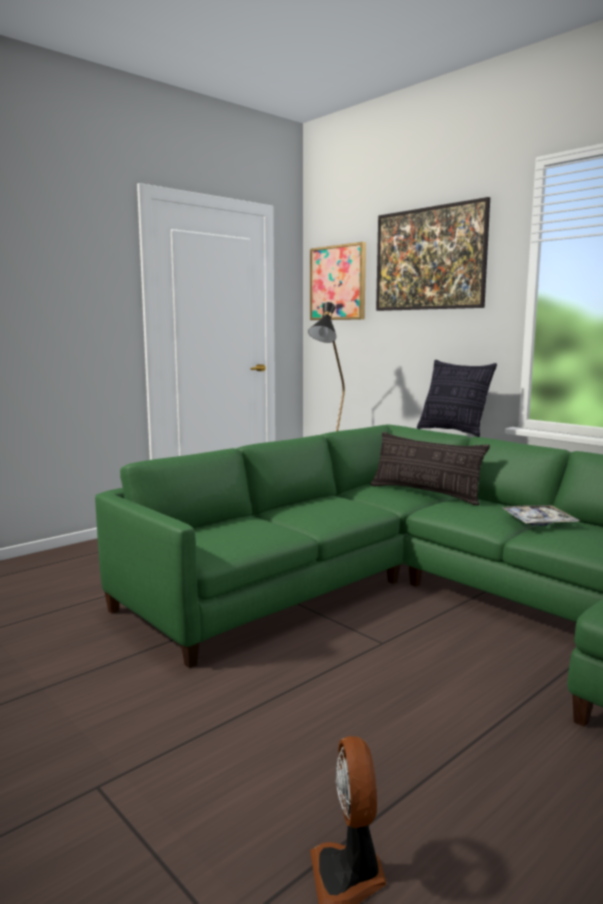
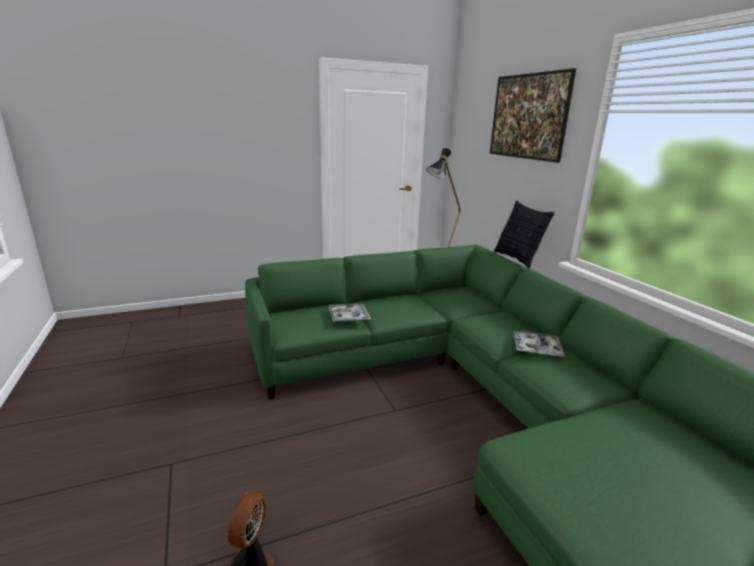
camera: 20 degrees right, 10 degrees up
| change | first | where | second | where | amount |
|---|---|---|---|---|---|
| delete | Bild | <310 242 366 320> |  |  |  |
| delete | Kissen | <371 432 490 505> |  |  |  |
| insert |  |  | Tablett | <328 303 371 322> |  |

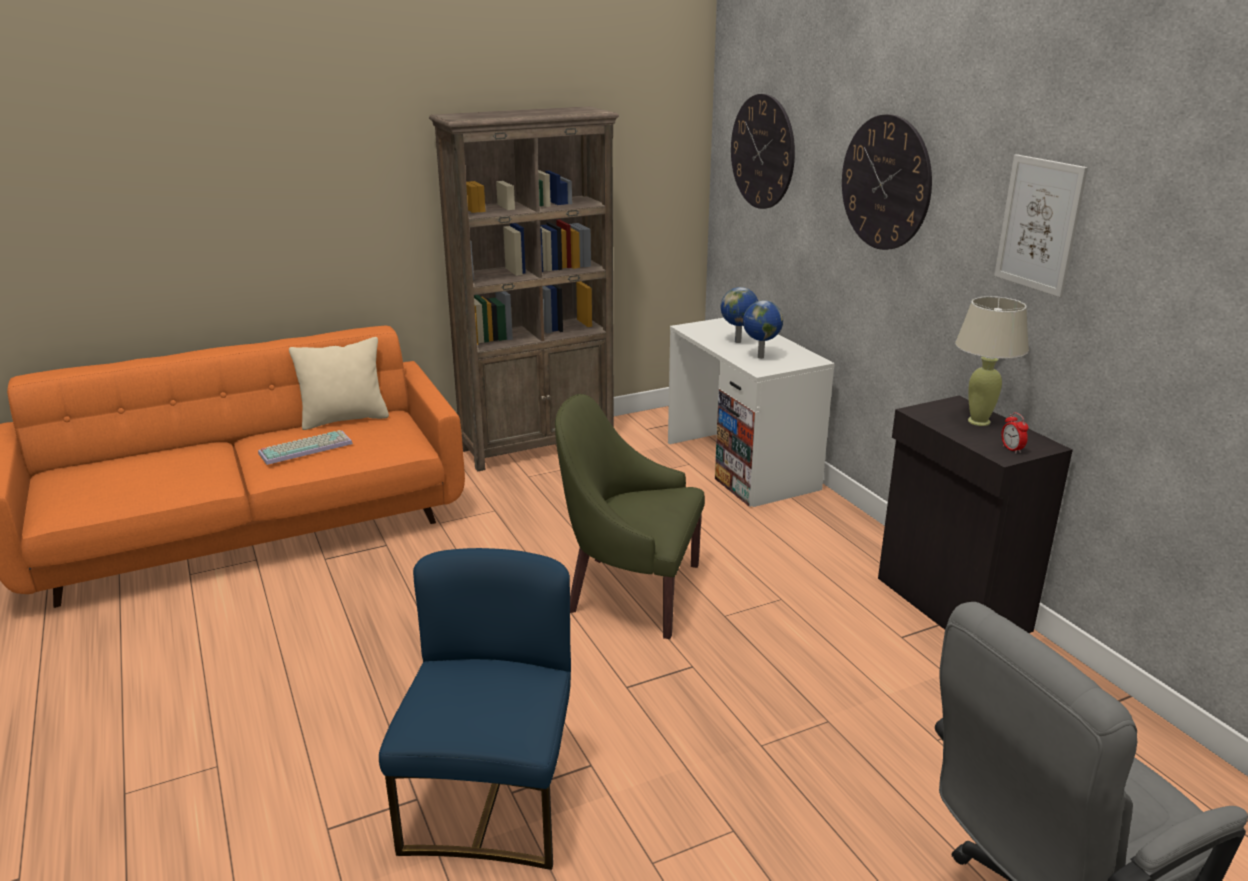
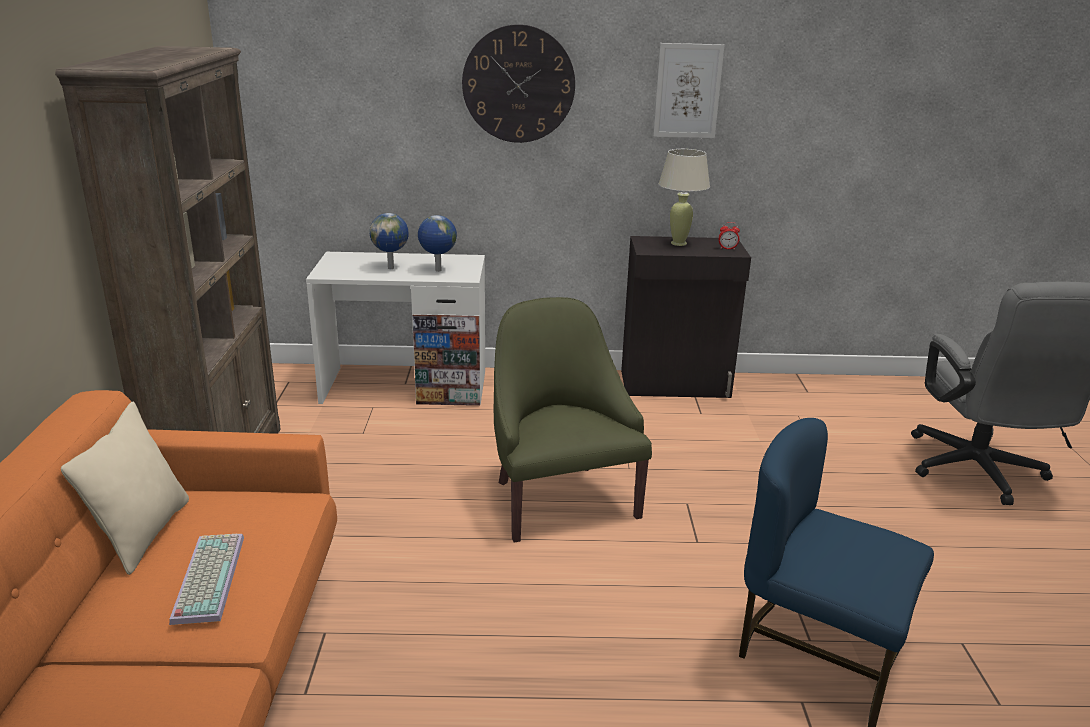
camera: 65 degrees left, 0 degrees up
| change | first | where | second | where | amount |
|---|---|---|---|---|---|
| delete | Wanduhr | <731 94 795 209> |  |  |  |
| rotate | Sessel/grün | <555 394 705 639> |  | <494 297 652 543> | 120 degrees clockwise |

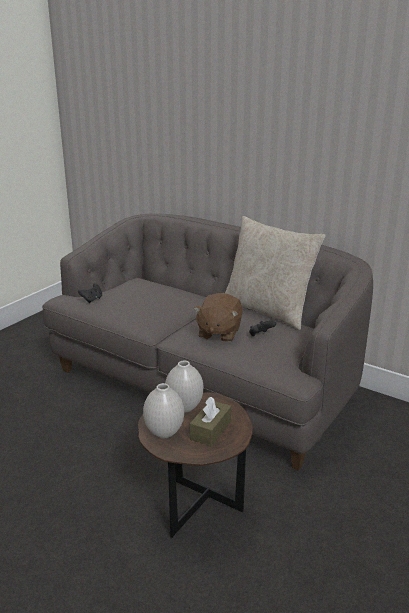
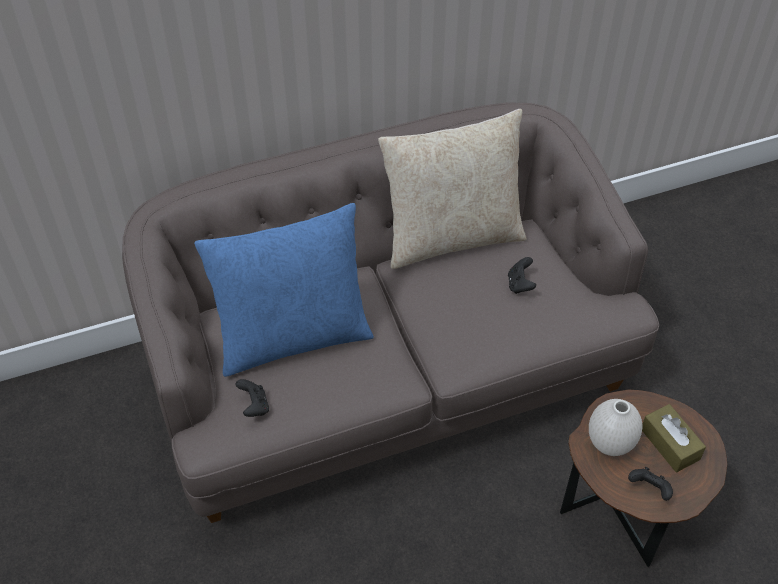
camera: 55 degrees left, 25 degrees up
| change | first | where | second | where | amount |
|---|---|---|---|---|---|
| delete | Plüschtier/braun | <194 293 243 342> |  |  |  |
| replace | Vase/weiß | <143 383 184 438> | Gamepad/schwarz | <628 467 673 501> |  |
| insert |  |  | Kissen/blau | <194 203 374 377> |  |

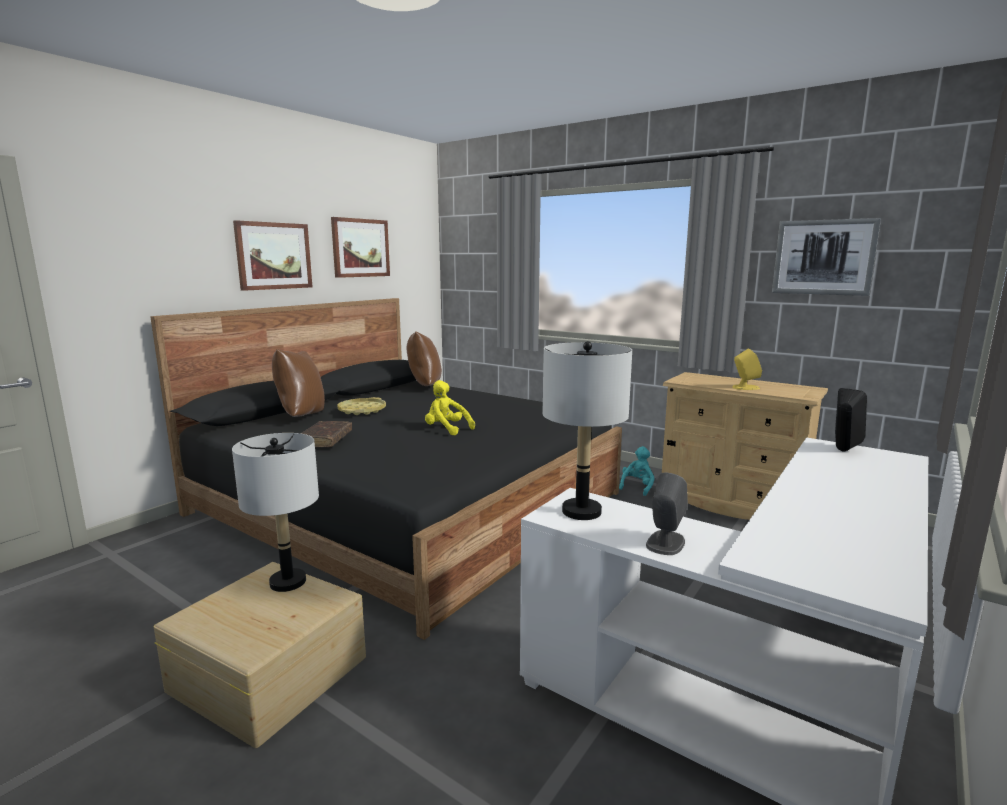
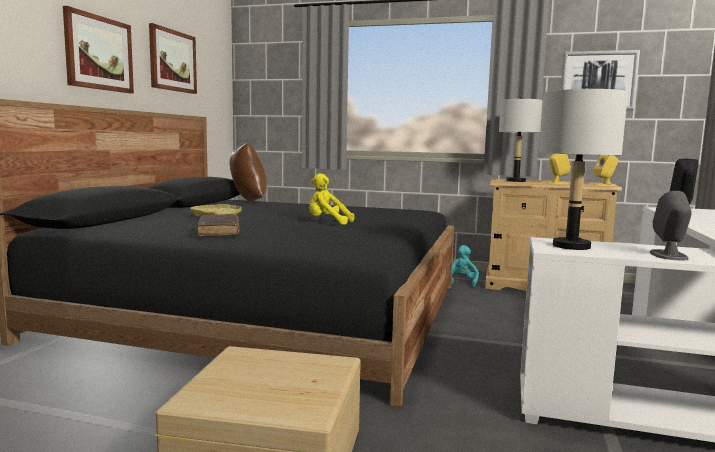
camera: 20 degrees left, 5 degrees down
| change | first | where | second | where | amount |
|---|---|---|---|---|---|
| delete | Kissen/braun | <272 349 325 417> |  |  |  |
| move | Tischlampe/grau | <232 433 319 592> |  | <499 97 543 182> |  |
| insert |  |  | Lautsprecher/gelb | <593 155 618 186> |  |

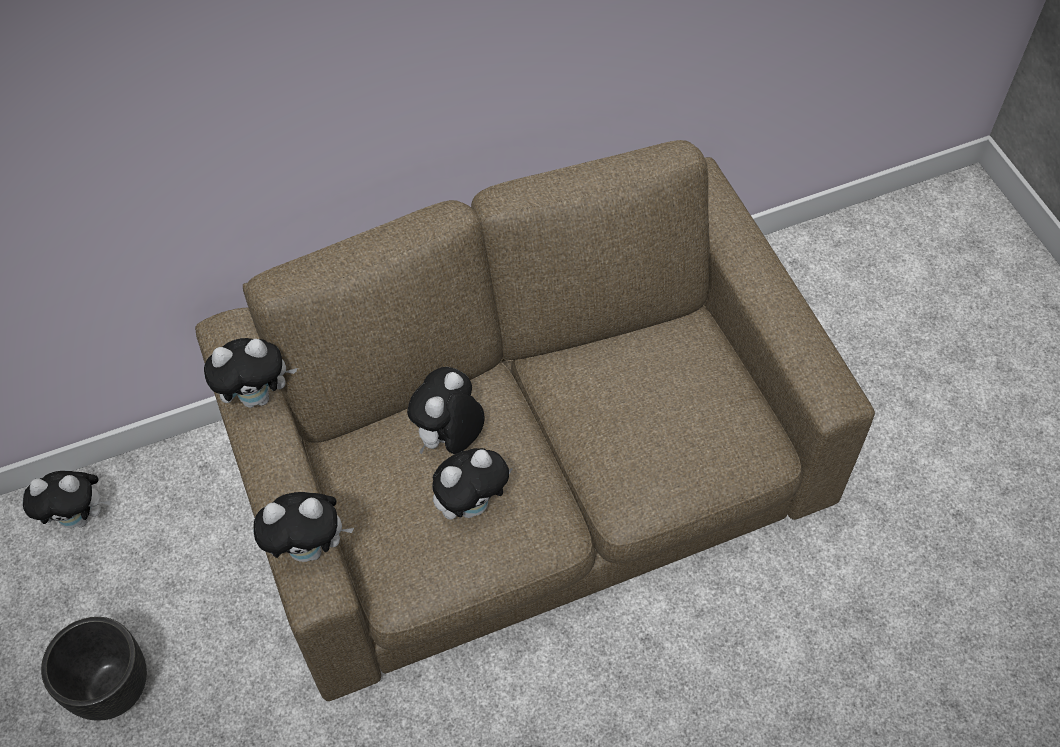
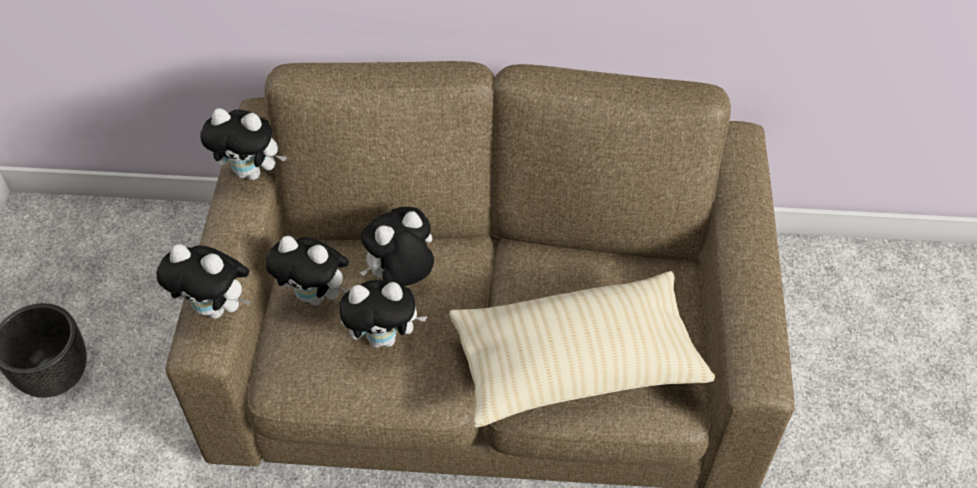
camera: 25 degrees right, 5 degrees down
| change | first | where | second | where | amount |
|---|---|---|---|---|---|
| move | Plüschtier | <23 471 111 528> |  | <266 236 350 306> |  |
| insert |  |  | Kissen/beige | <450 271 715 428> |  |

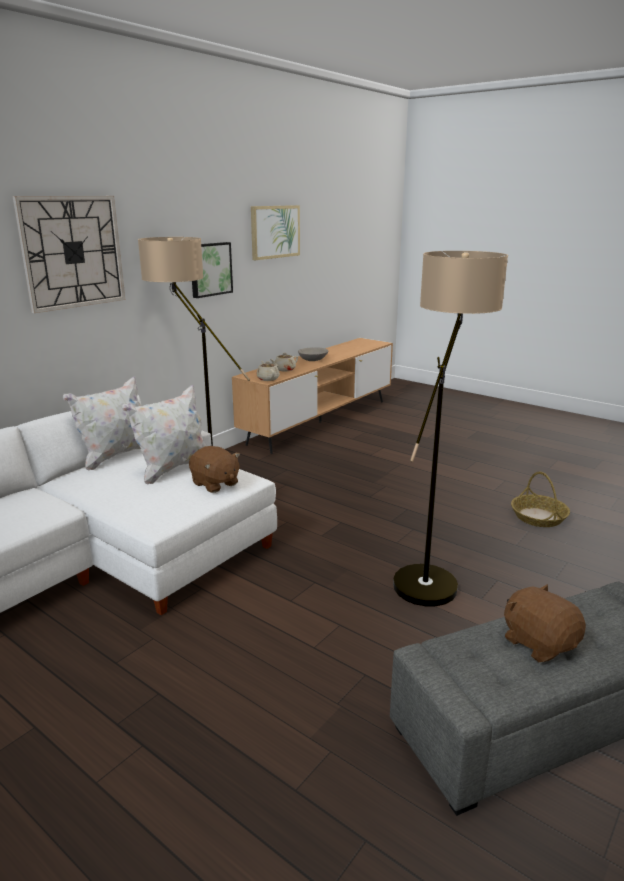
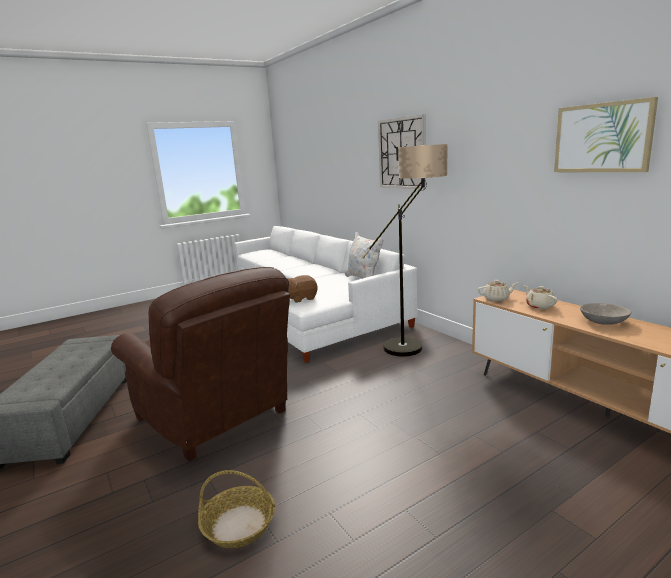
camera: 110 degrees right, 5 degrees down
| change | first | where | second | where | amount |
|---|---|---|---|---|---|
| delete | Bild | <192 242 233 298> |  |  |  |
| replace | Stehlampe | <393 251 508 606> | Sessel/braun | <111 267 290 461> |  |
| delete | Kissen/weiß | <122 385 207 485> |  |  |  |
| delete | Plüschtier/braun | <504 584 586 662> |  |  |  |

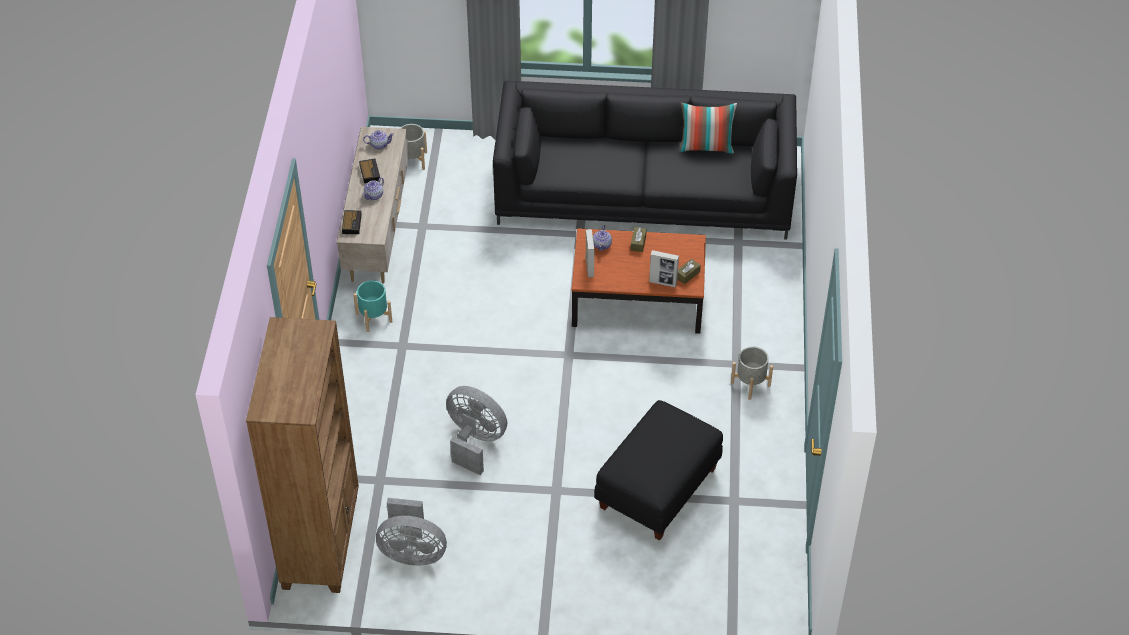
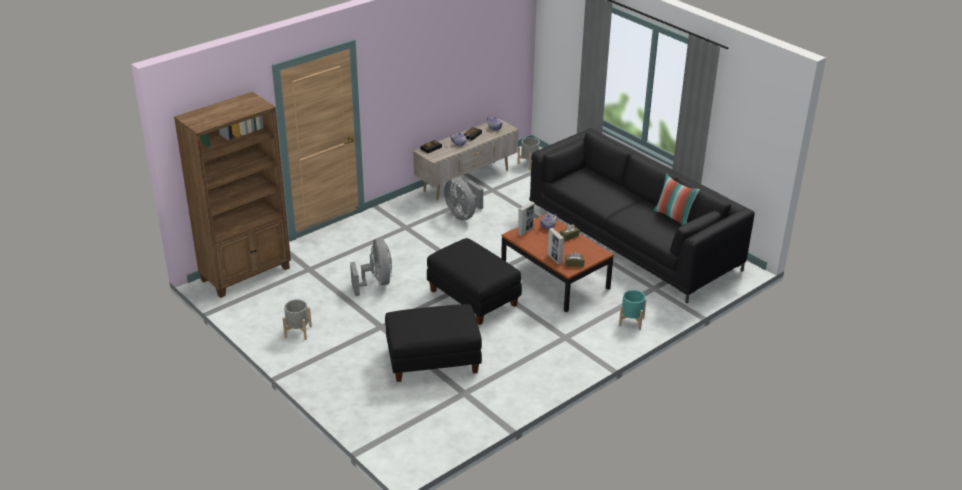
camera: 45 degrees right, 15 degrees down
| change | first | where | second | where | amount |
|---|---|---|---|---|---|
| move | Pflanzkübel/türkis | <353 280 392 332> |  | <619 290 647 330> |  |
| move | Pflanzkübel/grau | <731 346 773 400> |  | <282 299 312 340> |  |
| move | Ventilator/grau | <376 498 447 566> |  | <444 178 483 220> |  |
| insert |  |  | Polsterhocker/schwarz | <427 238 522 325> |  |

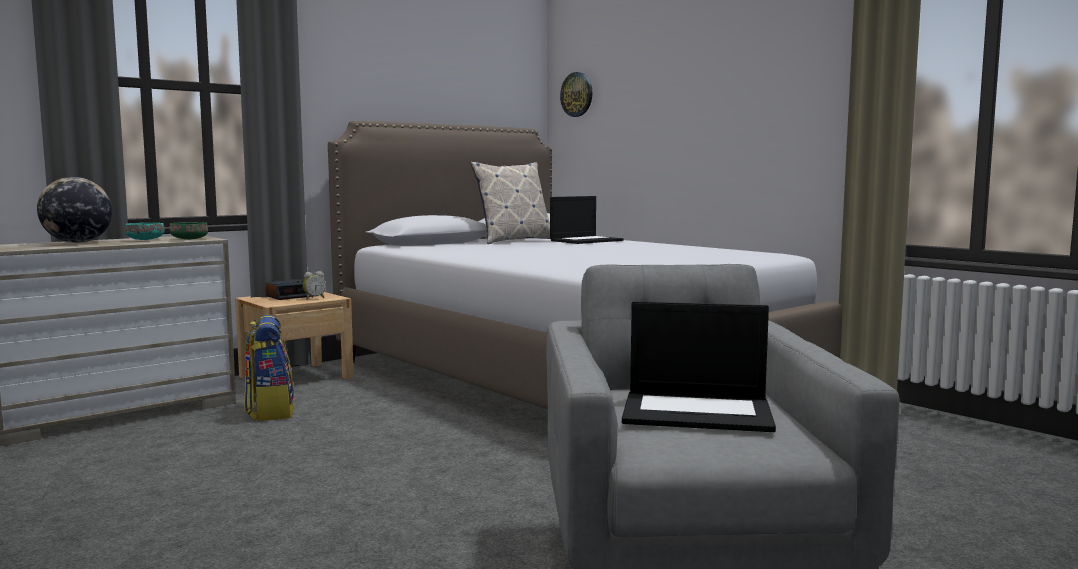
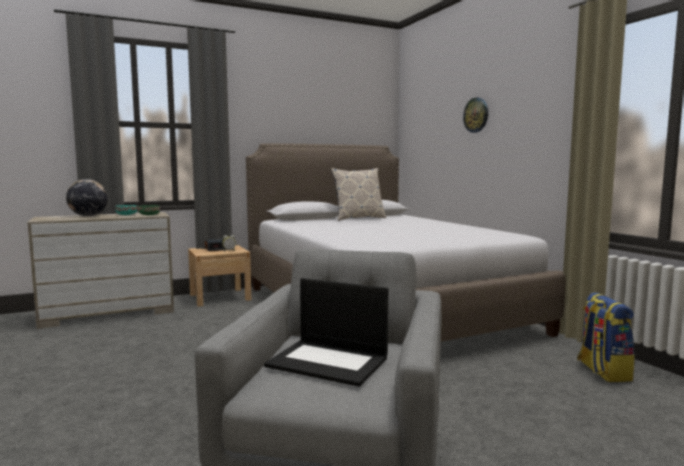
camera: 15 degrees right, 0 degrees up
| change | first | where | second | where | amount |
|---|---|---|---|---|---|
| move | Wanduhr | <560 72 592 117> |  | <463 98 488 133> |  |
| delete | Laptop | <550 196 623 244> |  |  |  |
| move | Rucksack | <244 315 294 421> |  | <577 293 635 382> |  |

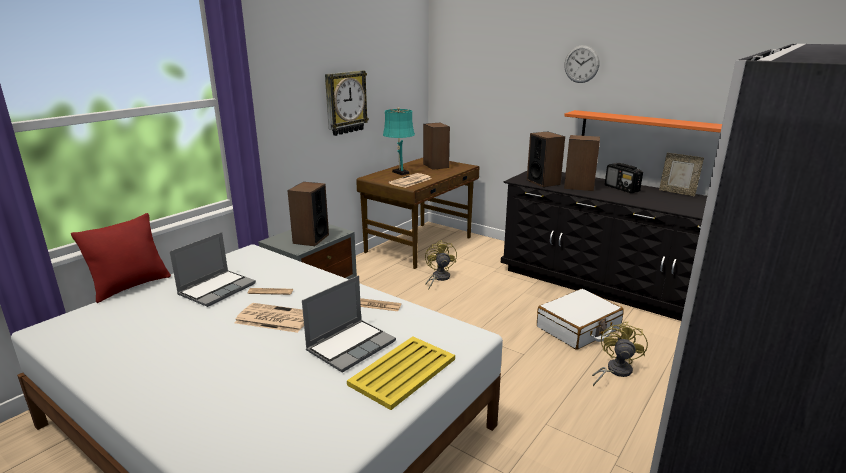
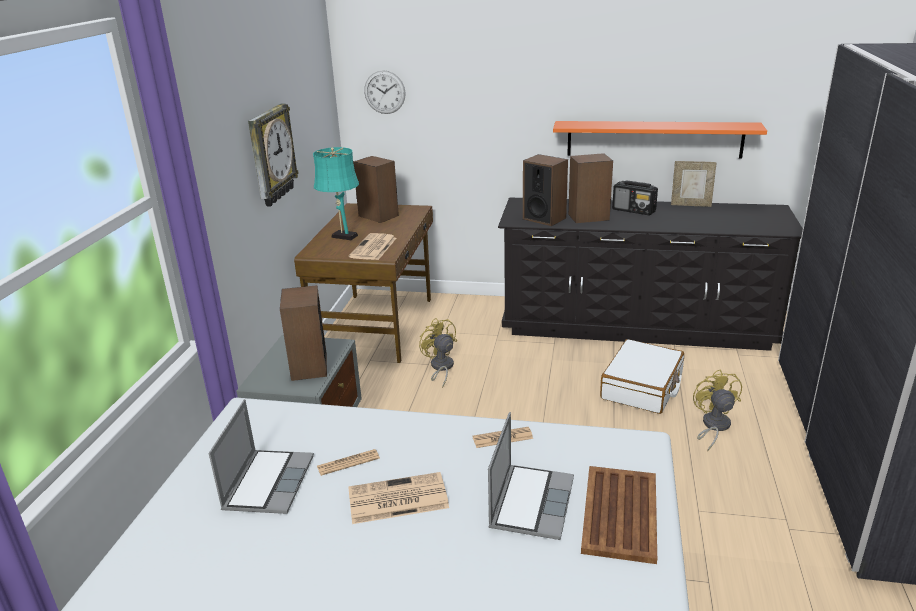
camera: 25 degrees left, 5 degrees up
| change | first | where | second | where | amount |
|---|---|---|---|---|---|
| move | Wanduhr | <564 45 599 83> |  | <364 70 406 114> |  |
| delete | Kissen/rot | <71 213 171 303> |  |  |  |
| recolor | Tablett/gelb | <347 337 455 410> | Tablett/braun | <581 466 657 564> |  |

